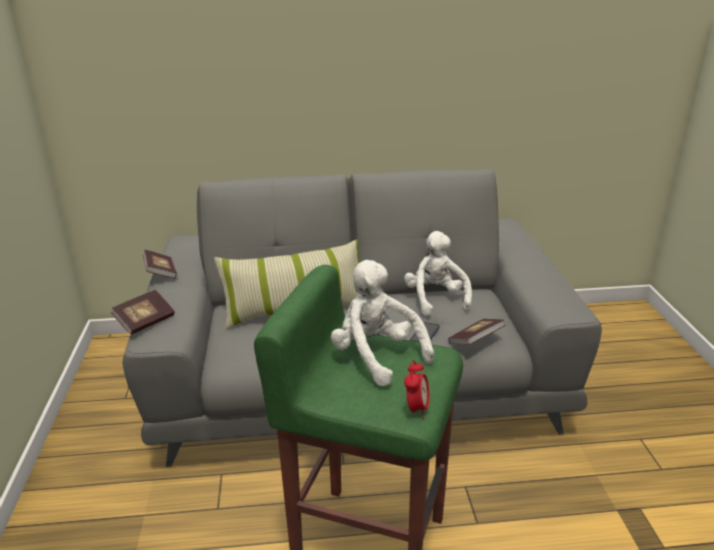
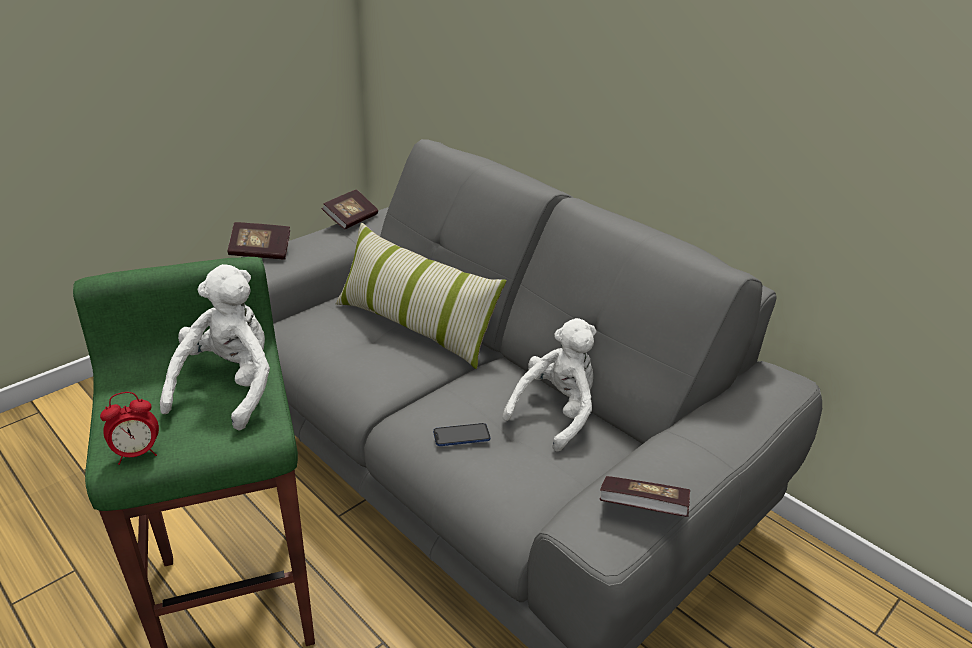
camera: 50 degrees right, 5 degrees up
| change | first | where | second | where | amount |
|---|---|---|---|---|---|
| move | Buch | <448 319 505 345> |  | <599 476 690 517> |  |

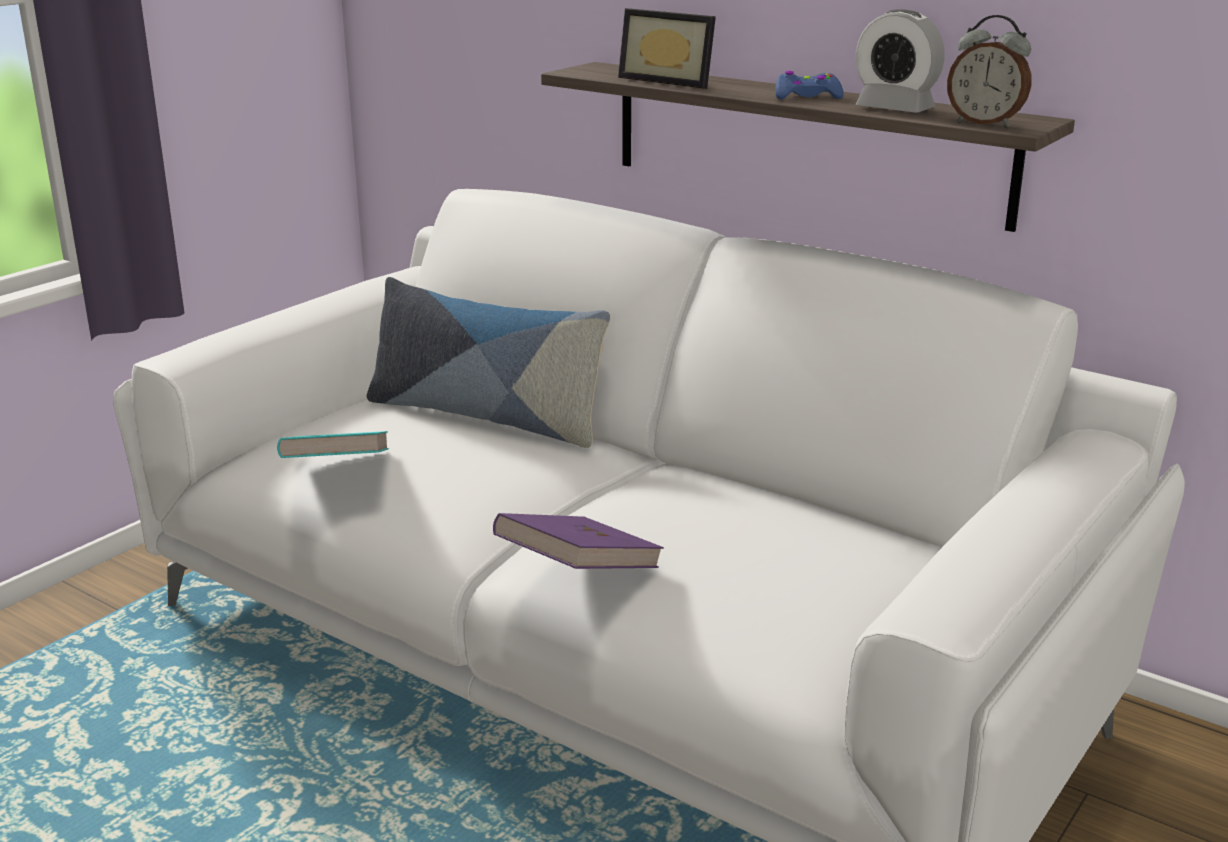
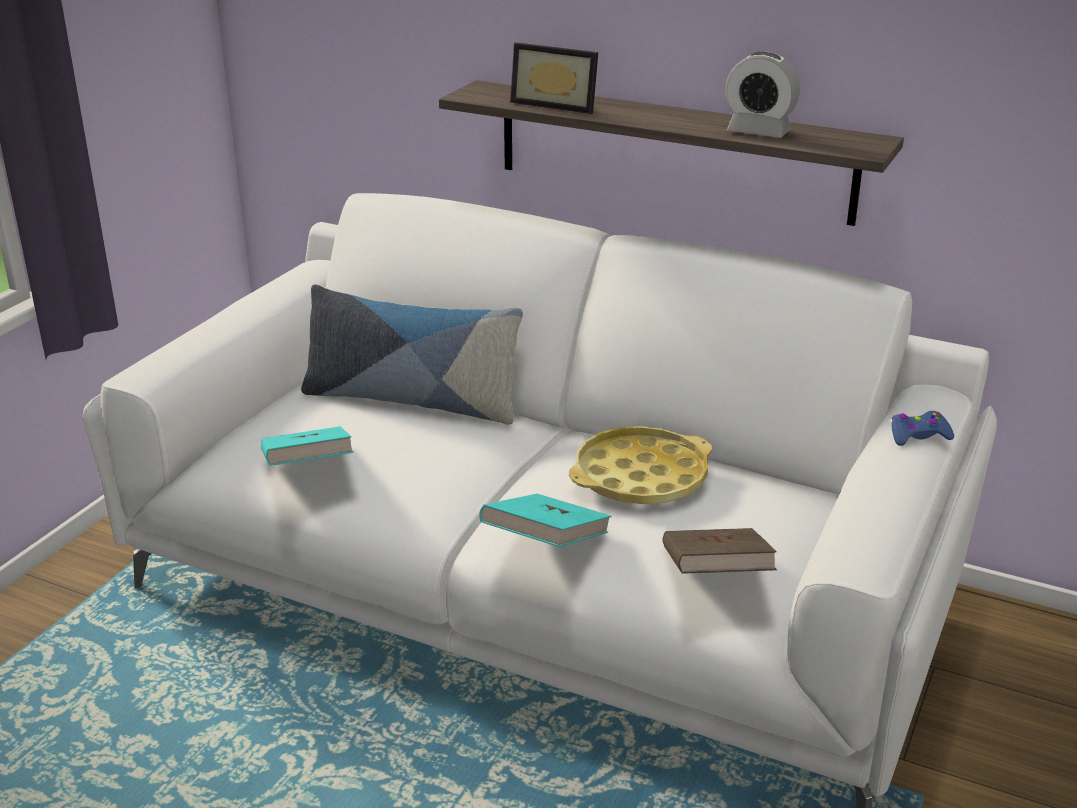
camera: 10 degrees left, 5 degrees up
| change | first | where | second | where | amount |
|---|---|---|---|---|---|
| delete | Wecker | <947 15 1031 127> |  |  |  |
| move | Gamepad/blau | <776 71 844 99> |  | <891 411 954 446> |  |
| recolor | Buch/lila | <493 513 664 569> | Buch/türkis | <479 494 611 547> |  |
| insert |  |  | Tablett/gelb | <569 426 712 504> |  |
| insert |  |  | Buch/braun | <663 528 777 574> |  |

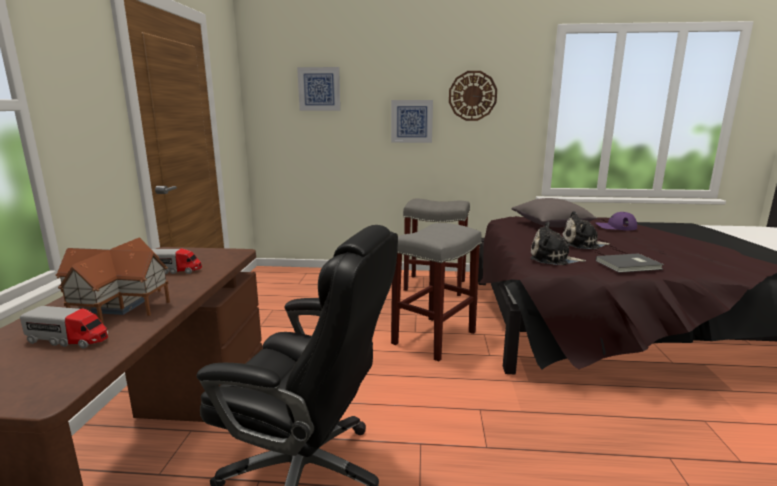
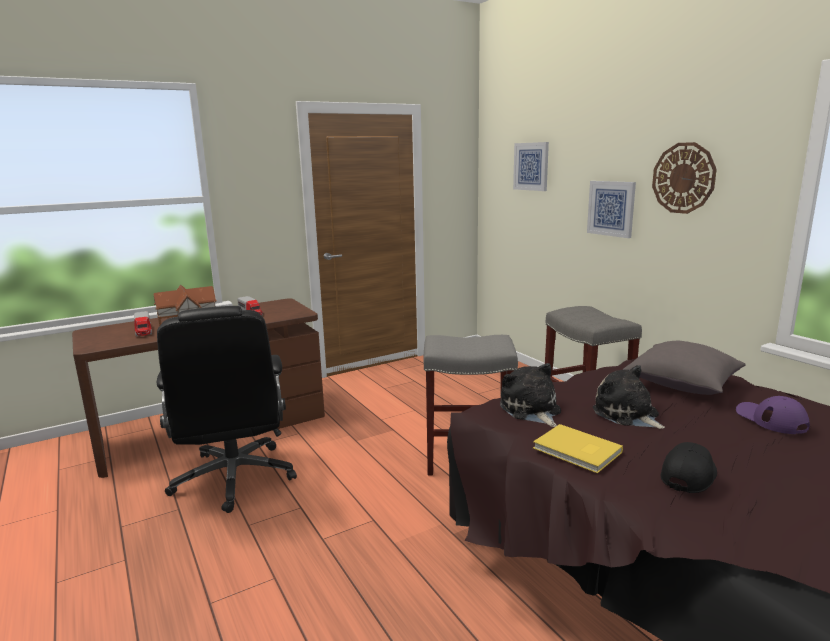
camera: 55 degrees right, 0 degrees up
| change | first | where | second | where | amount |
|---|---|---|---|---|---|
| recolor | Buch/grau | <596 253 664 273> | Buch/gelb | <533 424 623 473> |  |
| insert |  |  | Kappe/schwarz | <660 442 717 493> |  |

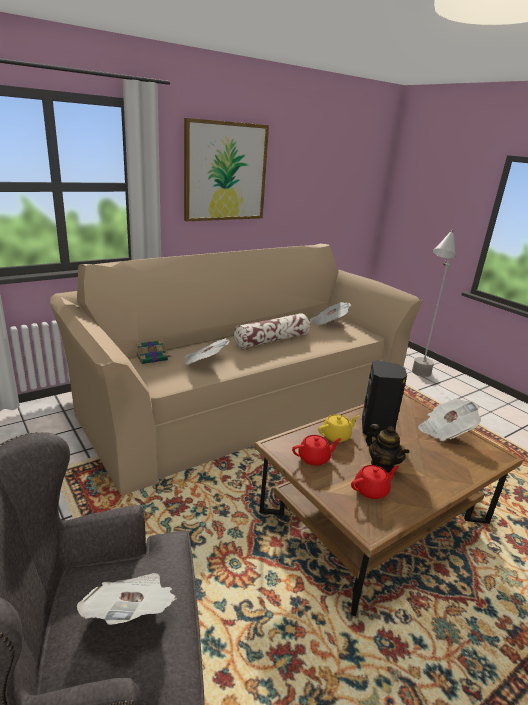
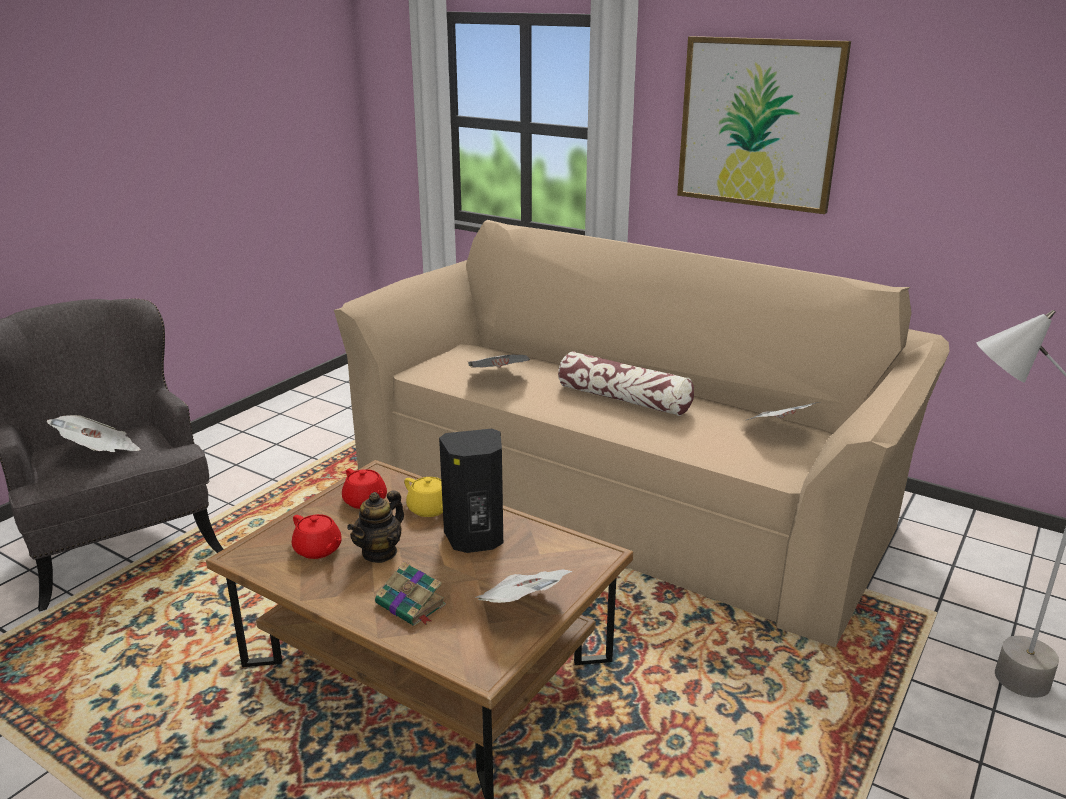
camera: 70 degrees right, 0 degrees up
| change | first | where | second | where | amount |
|---|---|---|---|---|---|
| move | Buch | <136 340 171 364> |  | <375 561 446 626> |  |

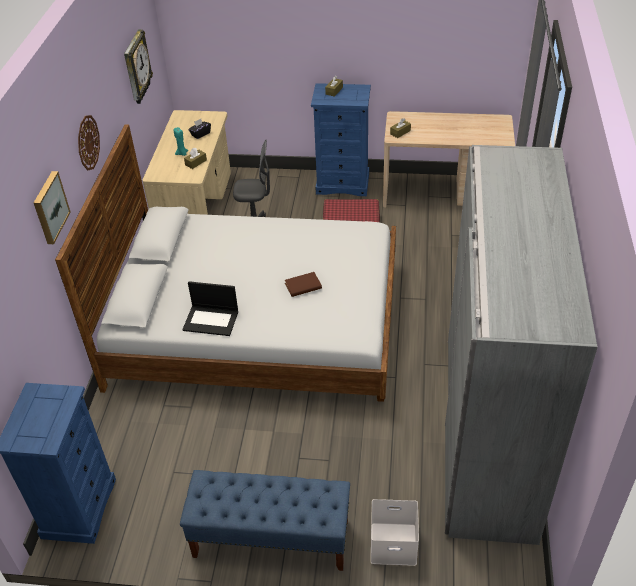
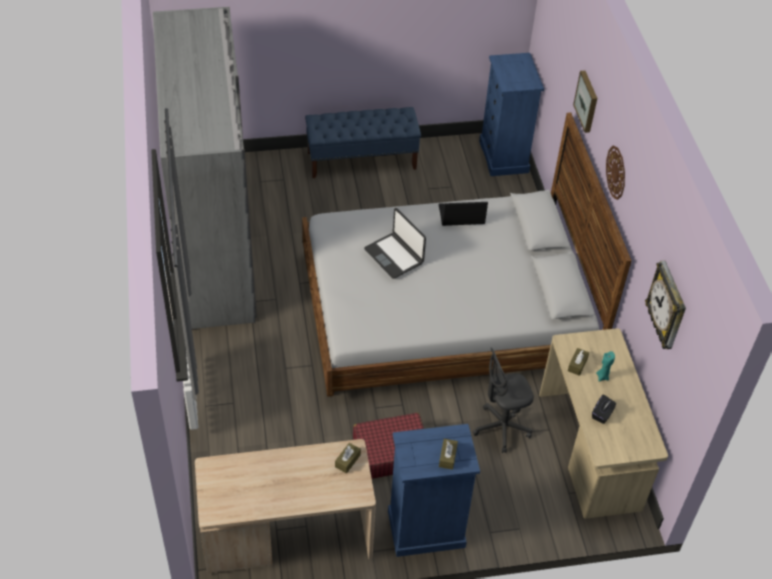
camera: 160 degrees right, 5 degrees up
| change | first | where | second | where | amount |
|---|---|---|---|---|---|
| replace | Buch/braun | <285 272 322 297> | Laptop | <364 208 426 279> |  |
| delete | Aufbewahrungsbox/weiß | <371 499 419 566> |  |  |  |

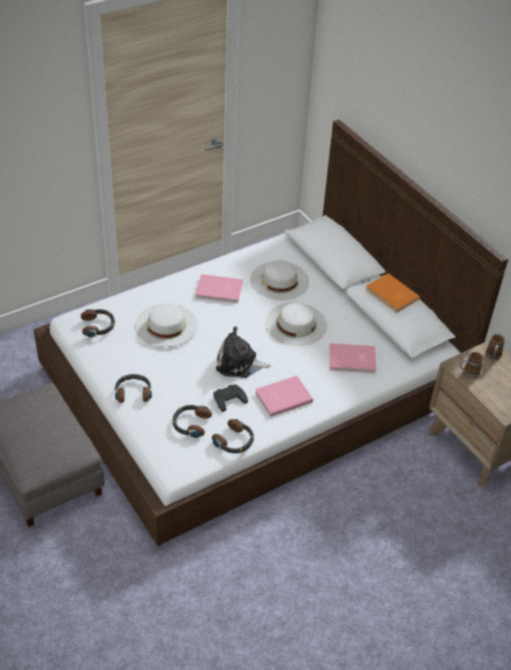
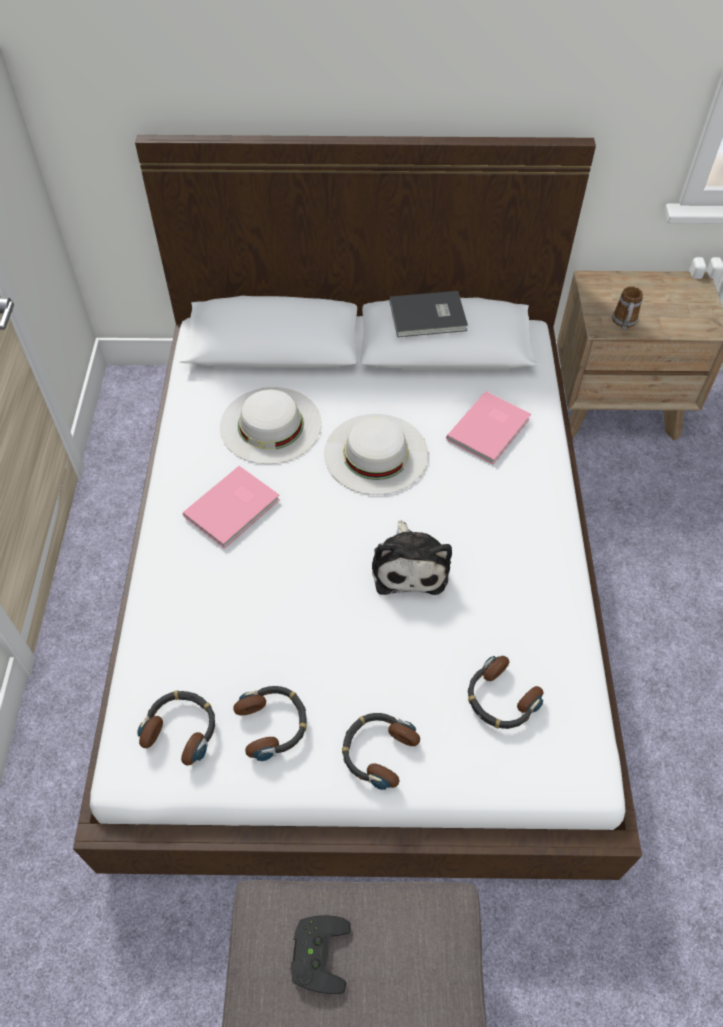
camera: 55 degrees left, 10 degrees up
| change | first | where | second | where | amount |
|---|---|---|---|---|---|
| recolor | Buch/orange | <365 273 420 313> | Buch/grau | <390 291 468 337> |  |
| delete | Hut/weiß | <135 303 198 347> |  |  |  |
| rotate | Plüschtier | <216 326 271 378> |  | <372 520 452 595> | 45 degrees counterclockwise |
| delete | Henkelbecher | <486 334 505 362> |  |  |  |
| delete | Buch/rosa | <255 376 313 417> |  |  |  |
| move | Gamepad/schwarz | <213 384 248 412> |  | <291 915 351 994> |  |
| move | Kopfhörer | <212 419 254 453> |  | <233 686 307 761> |  |

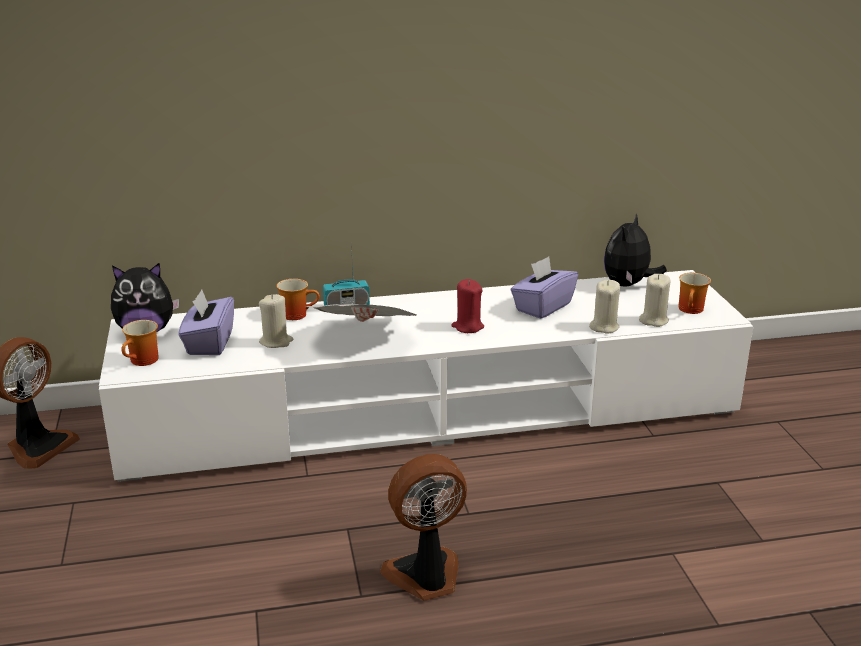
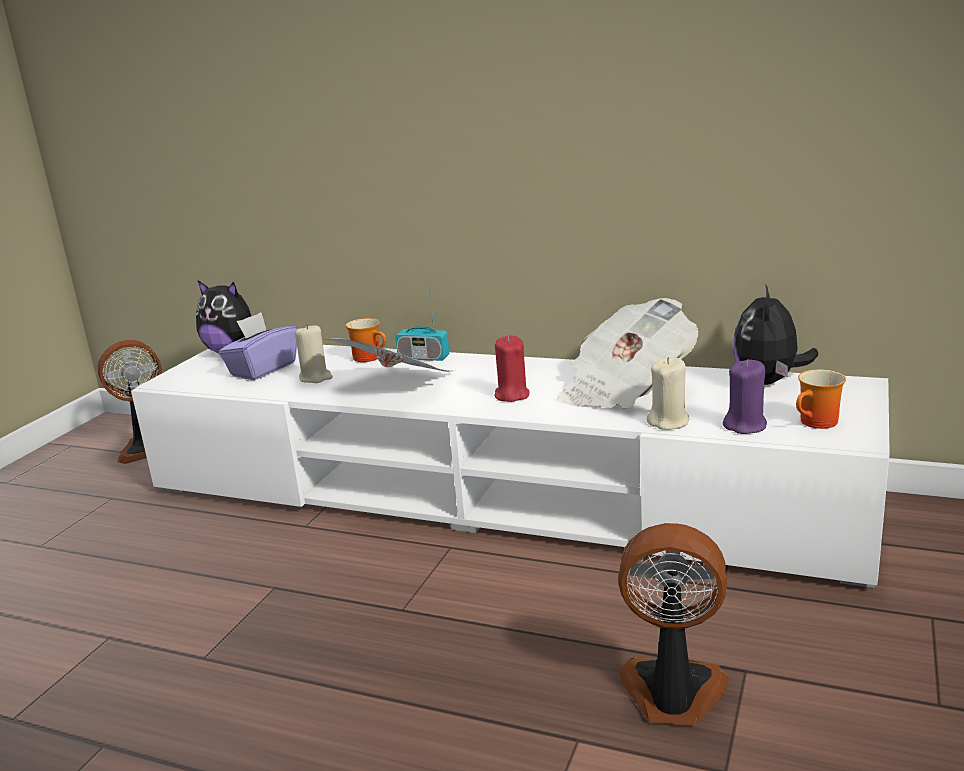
camera: 35 degrees right, 5 degrees down
| change | first | where | second | where | amount |
|---|---|---|---|---|---|
| rotate | Plüschtier | <604 214 667 286> |  | <733 284 818 385> | 45 degrees counterclockwise |
| replace | Taschentuchbox/lila | <511 256 578 319> | Zeitung | <559 298 698 409> |  |
| recolor | Kerze/beige | <639 274 670 327> | Kerze/lila | <723 359 767 434> |  |
| delete | Henkelbecher | <122 320 159 366> |  |  |  |
| move | Ventilator | <380 454 467 601> |  | <618 523 729 726> |  |

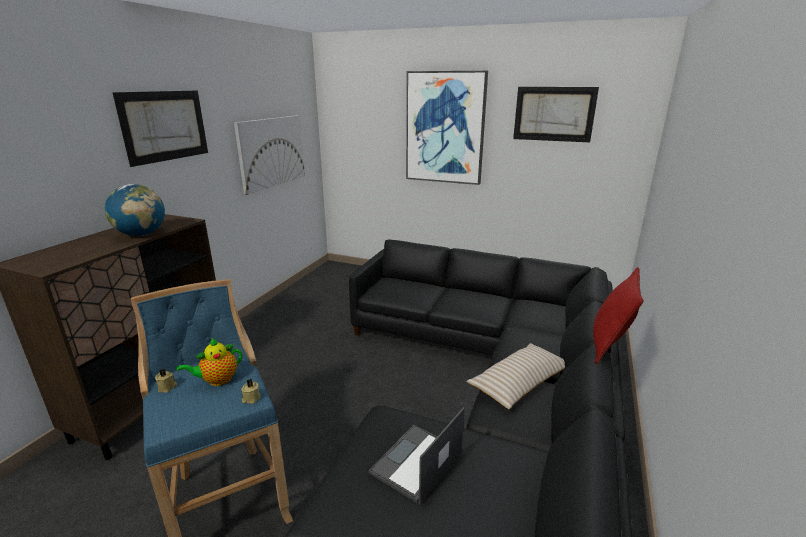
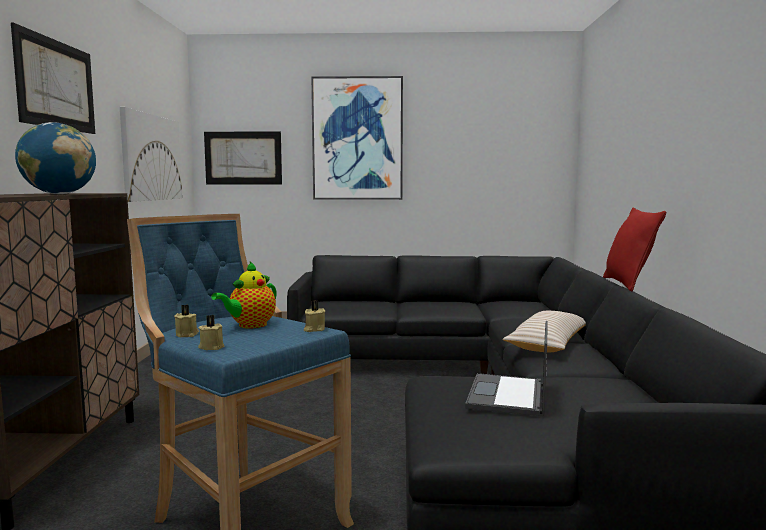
camera: 20 degrees left, 15 degrees down
| change | first | where | second | where | amount |
|---|---|---|---|---|---|
| move | Bild | <513 87 599 142> |  | <204 131 282 184> |  |
| insert |  |  | Kerze/beige | <198 315 225 350> |  |

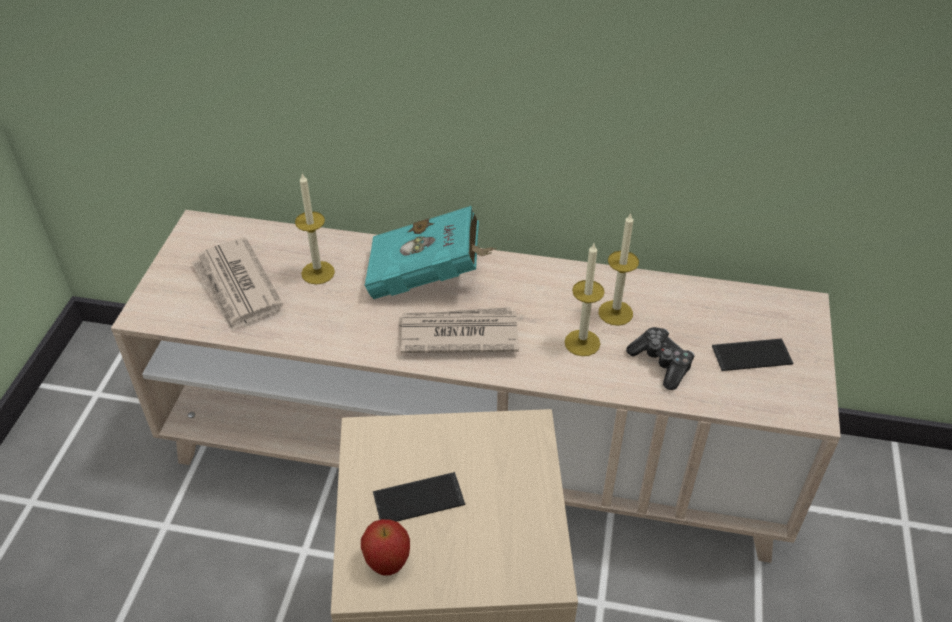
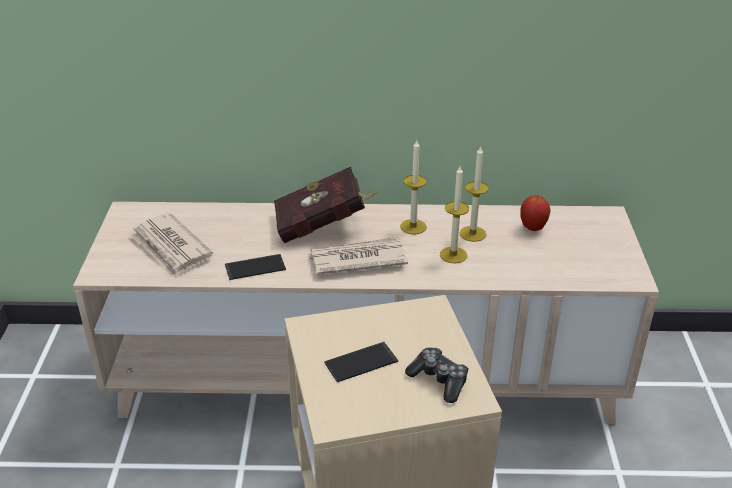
camera: 10 degrees left, 10 degrees down
| change | first | where | second | where | amount |
|---|---|---|---|---|---|
| move | Kerze | <295 173 335 284> |  | <400 140 427 234> |  |
| recolor | Buch/türkis | <365 206 497 299> | Buch/rot | <274 167 378 243> |  |
| move | Gamepad | <626 327 695 390> |  | <405 347 469 403> |  |
| move | Handy | <712 338 793 371> |  | <225 254 286 280> |  |
| move | Apfel | <361 519 410 575> |  | <520 195 551 231> |  |

